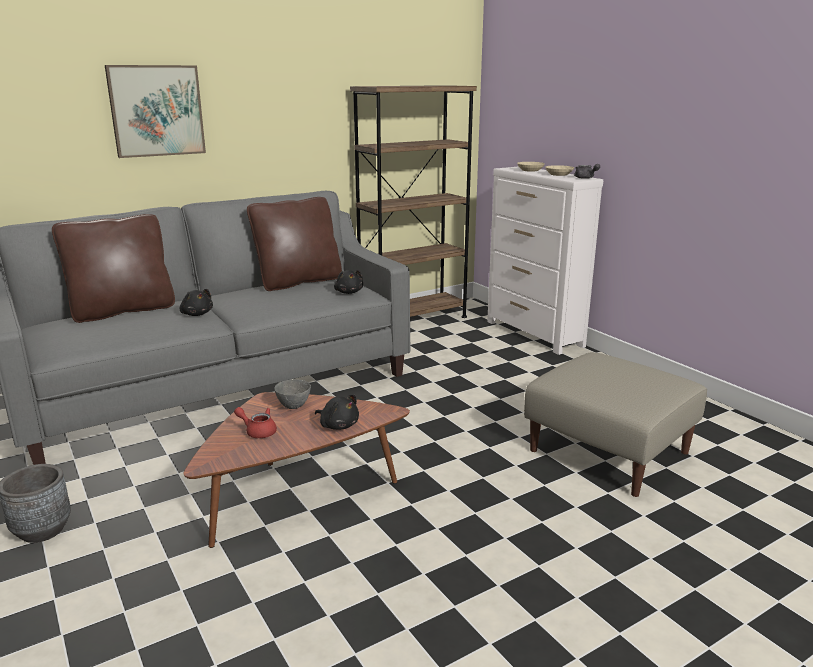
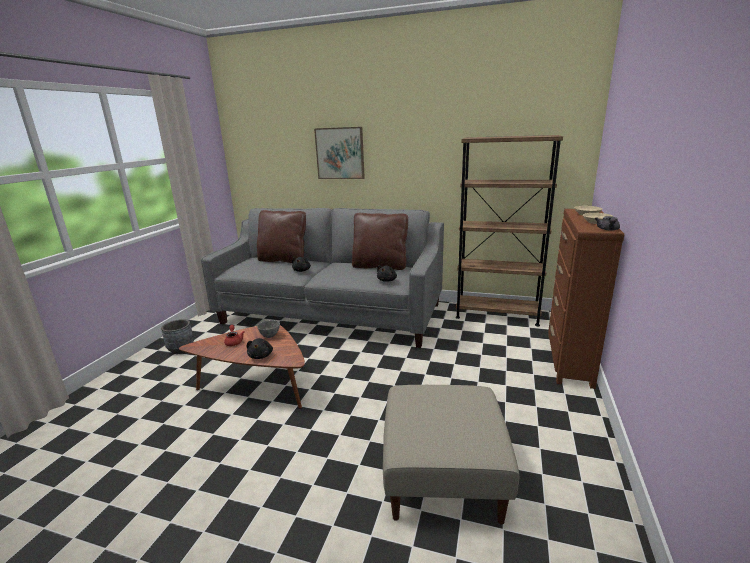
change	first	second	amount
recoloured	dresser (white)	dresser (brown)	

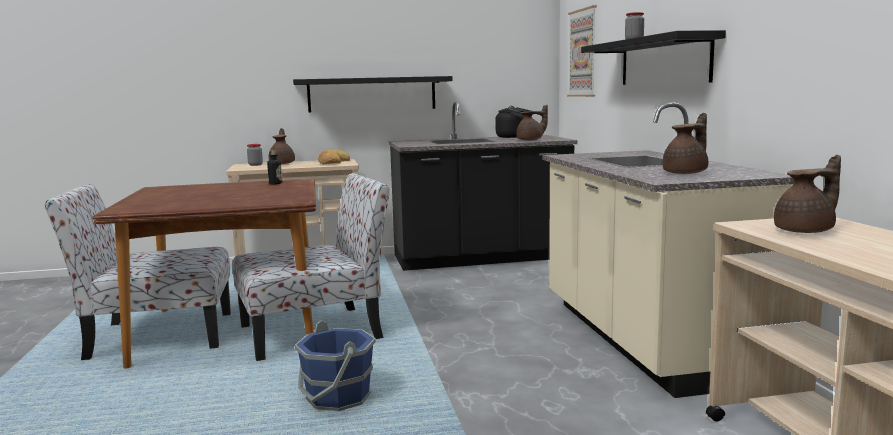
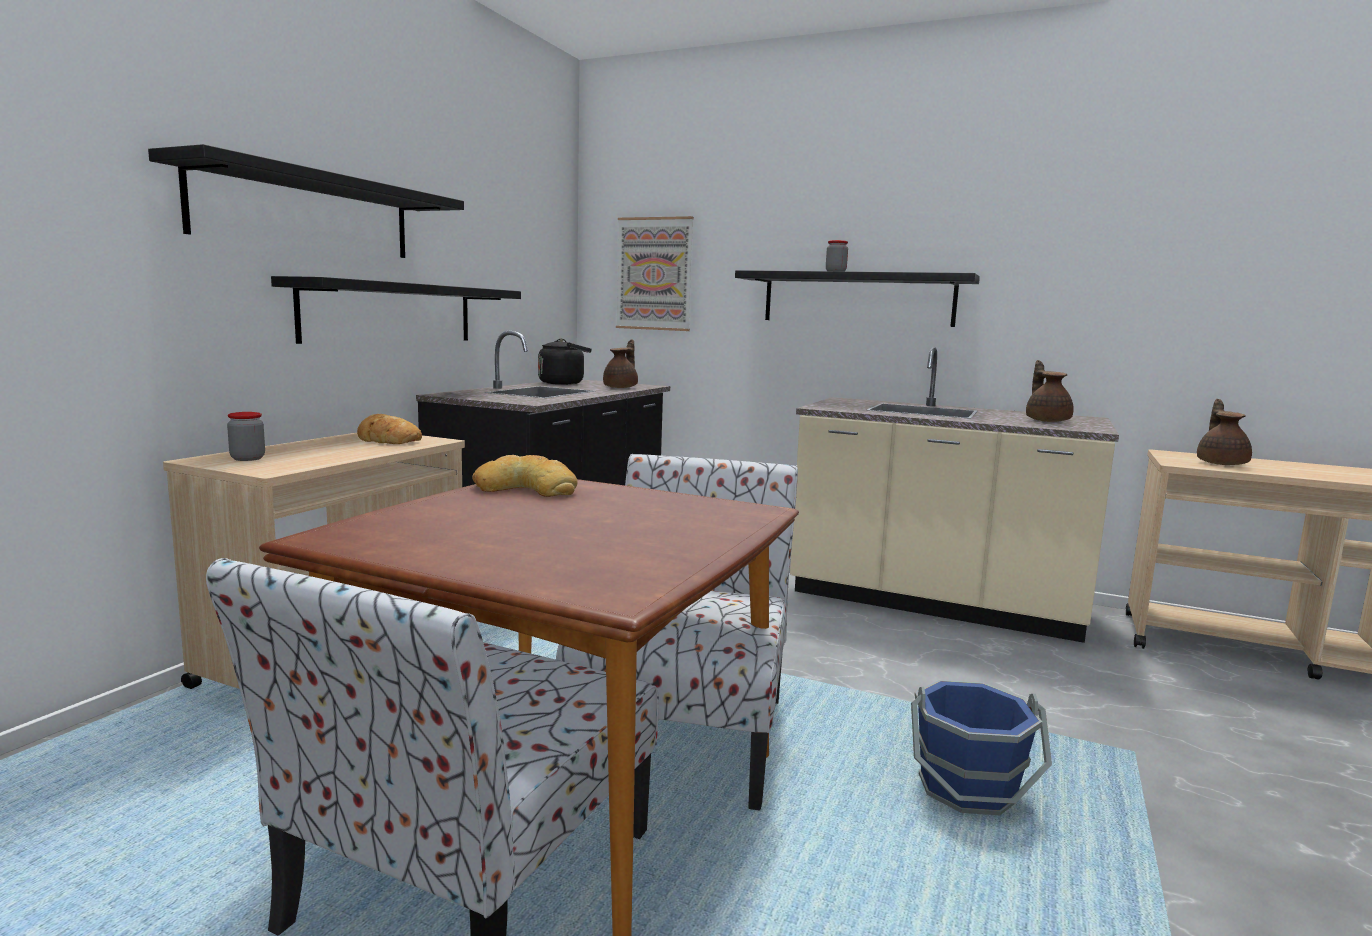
change	first	second	amount
added		shelf (black) (1st from left)	
replaced	bottle	bread (2nd from left)	
removed	teapot (brown) (1st from left)		

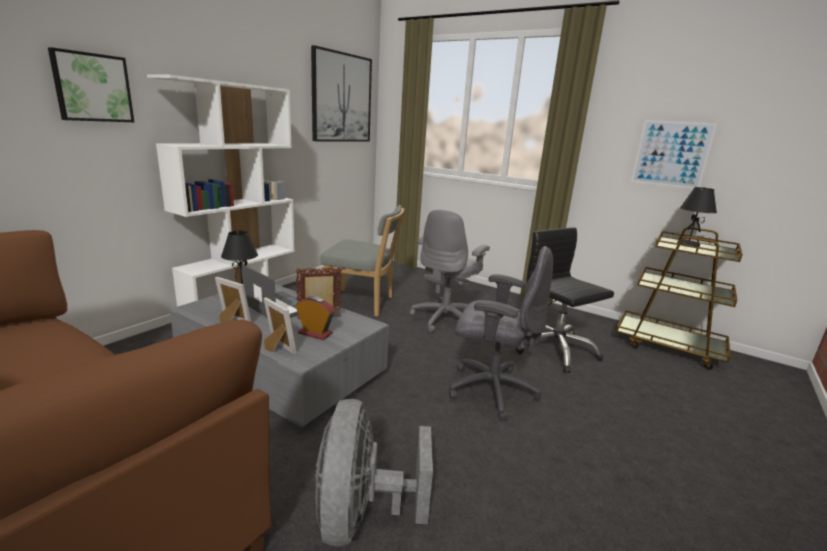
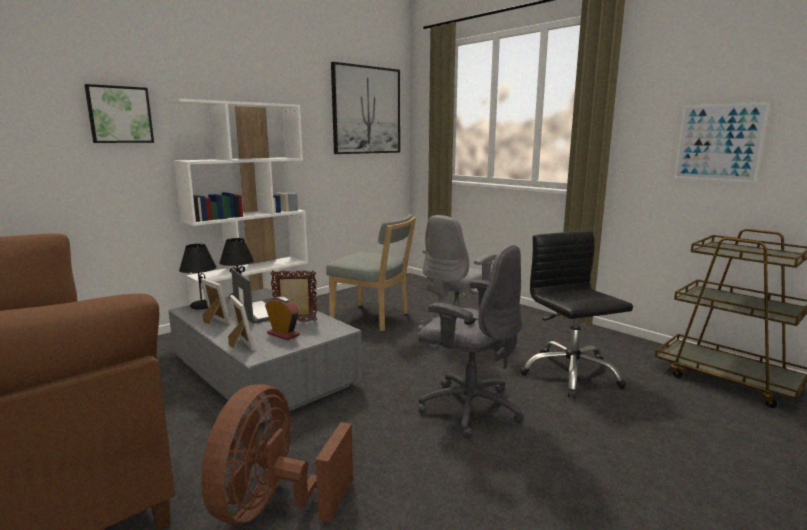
change	first	second	amount
moved	table lamp (black) (2nd from left in the first image)	table lamp (black) (1st from left)	
recoloured	fan (grey)	fan (brown)	

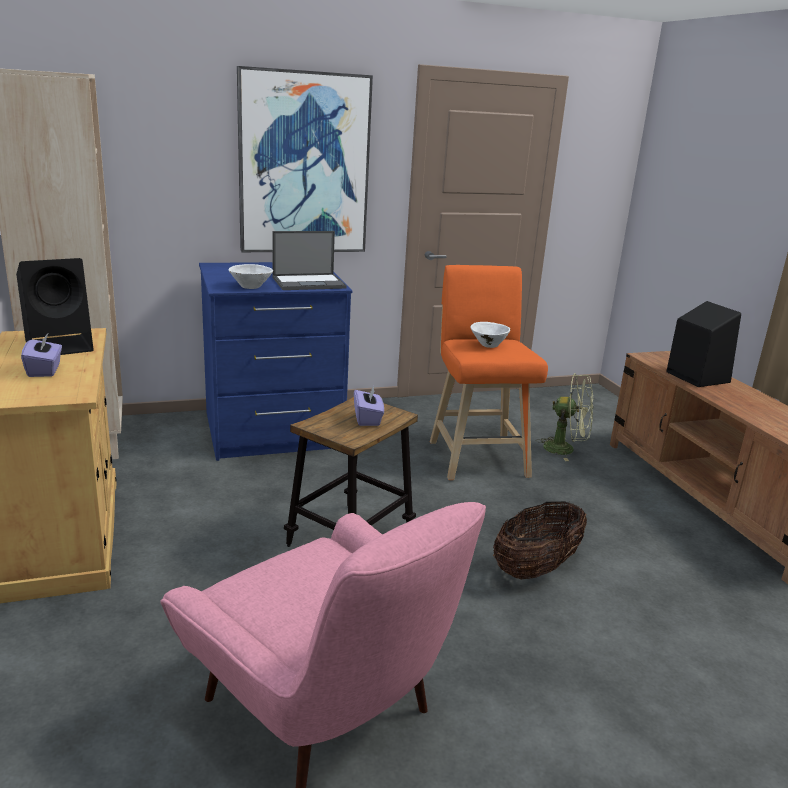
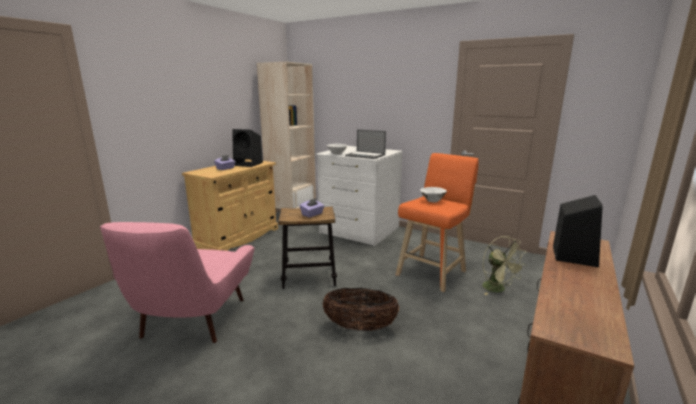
change	first	second	amount
recoloured	dresser (blue)	dresser (white)	
removed	picture		

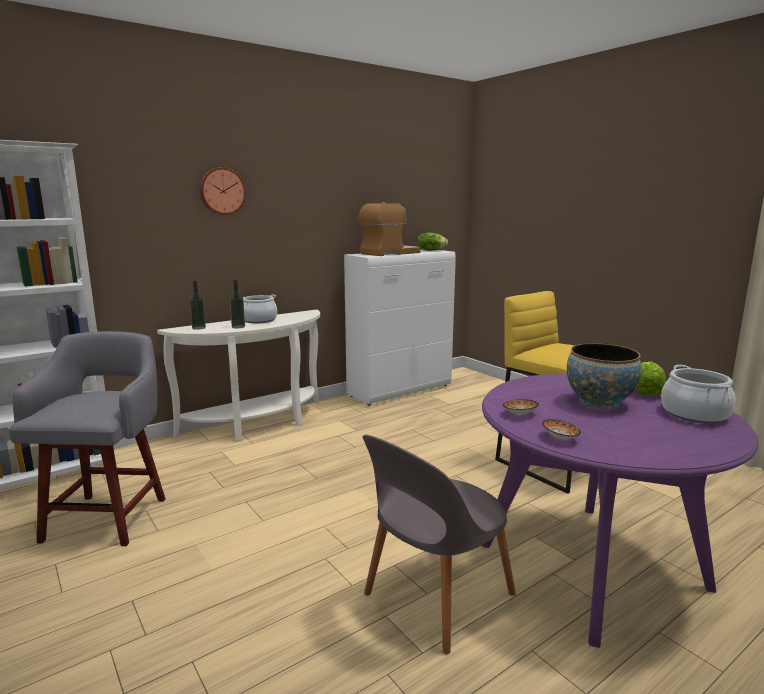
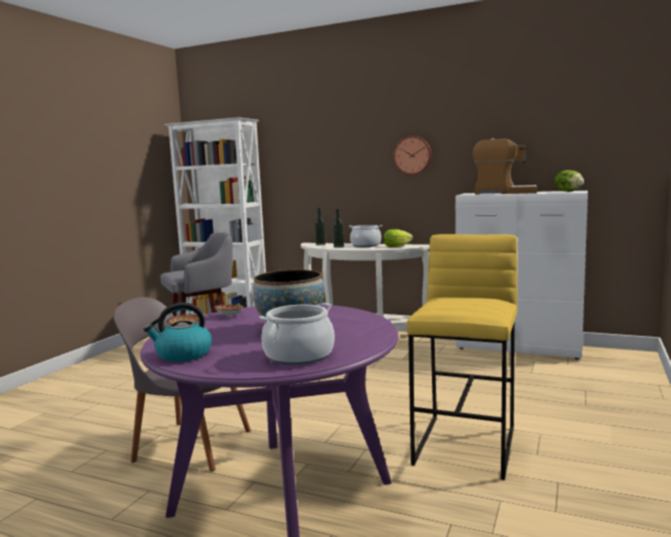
change	first	second	amount
added		kettle	
moved	lettuce (2nd from left in the first image)	lettuce (1st from left)	
moved	wall clock		

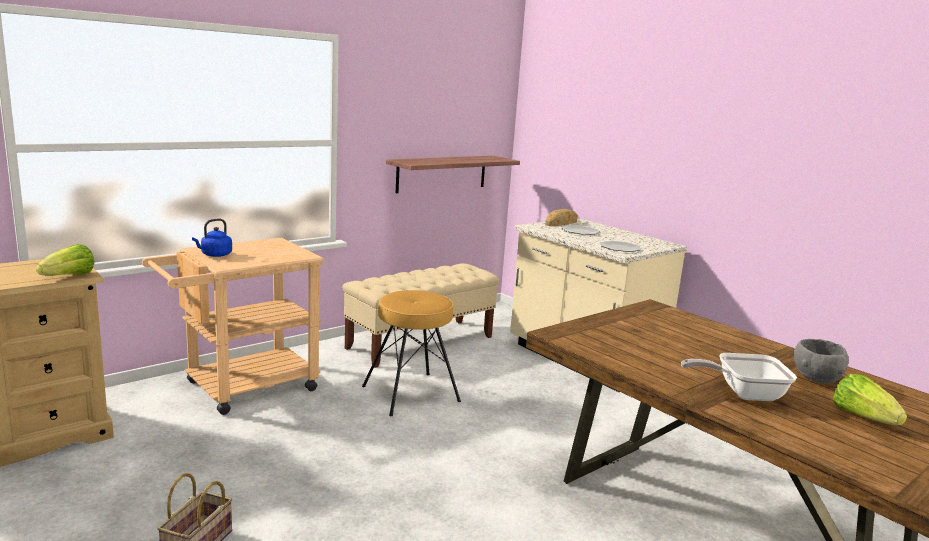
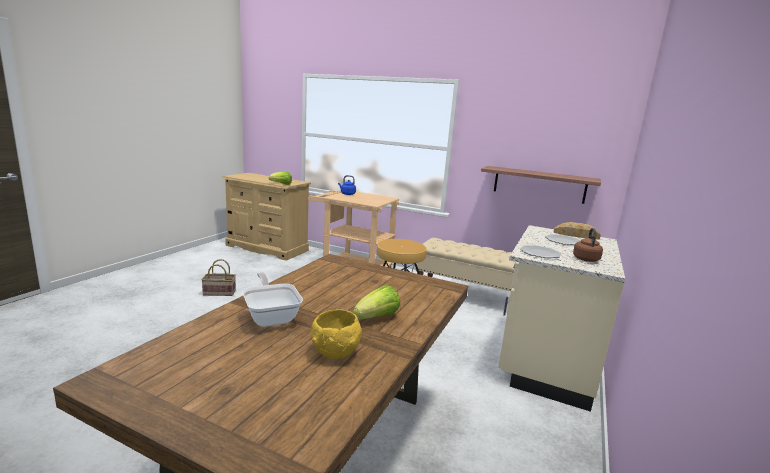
change	first	second	amount
recoloured	bowl (grey)	bowl (yellow)	
moved	lettuce (2nd from left)		
added		kettle (brown)	

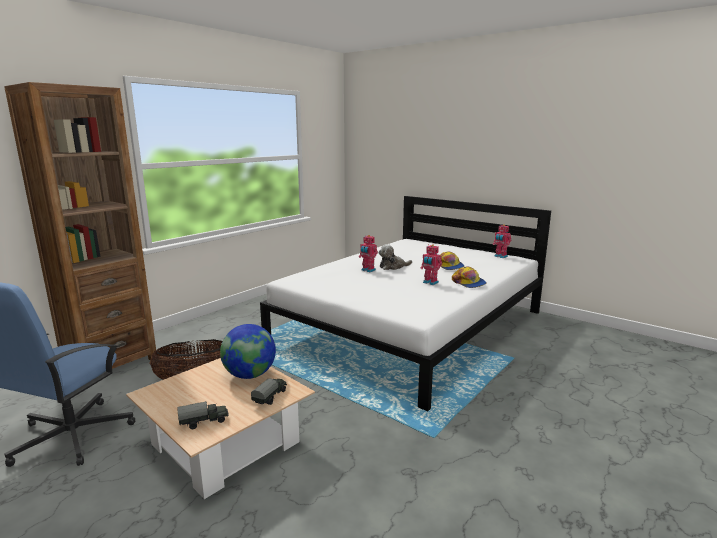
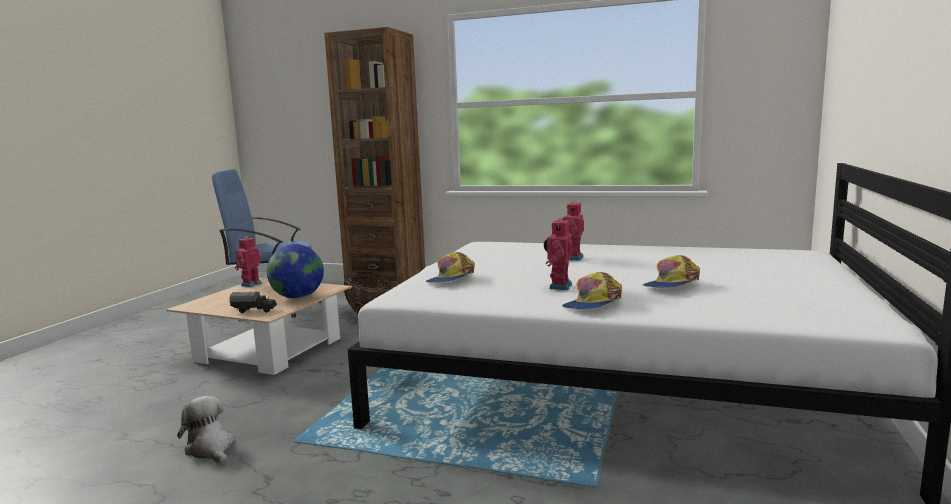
change	first	second	amount
moved	plush toy		
moved	toy robot (3rd from left in the first image)	toy robot (1st from left)	
added		cap (1st from left)	
removed	toy truck (1st from left)		

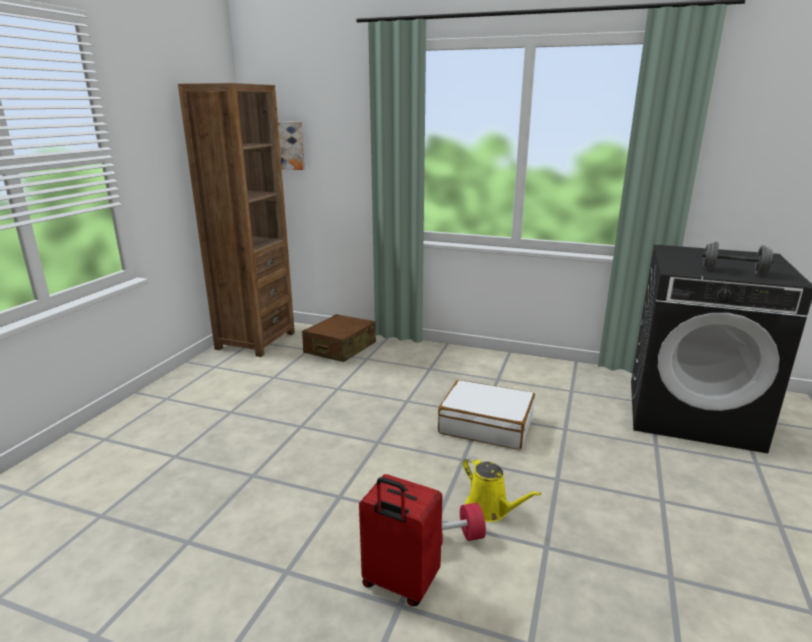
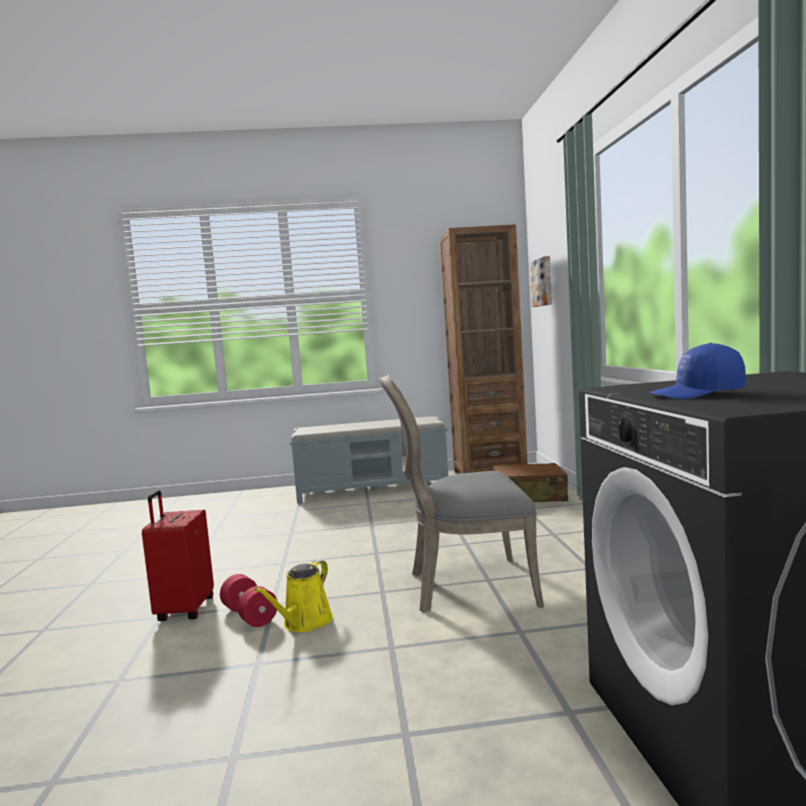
change	first	second	amount
added		bench (grey)	
replaced	suitcase (white)	chair (grey)	
replaced	dumbbell (grey)	cap (blue)	

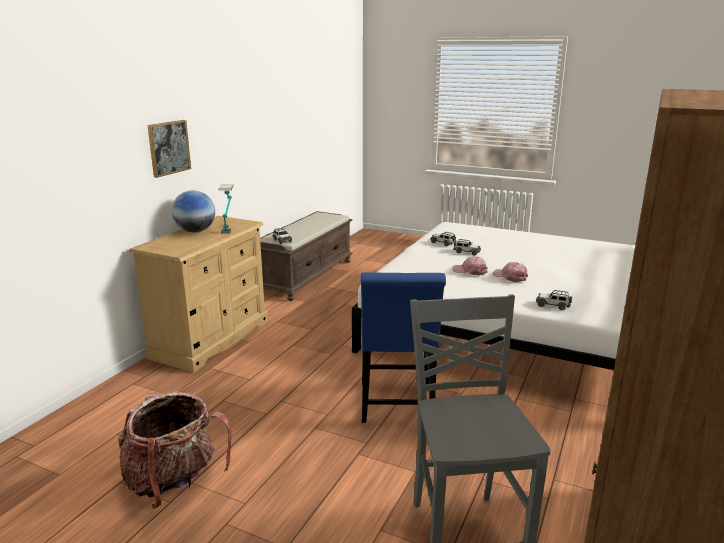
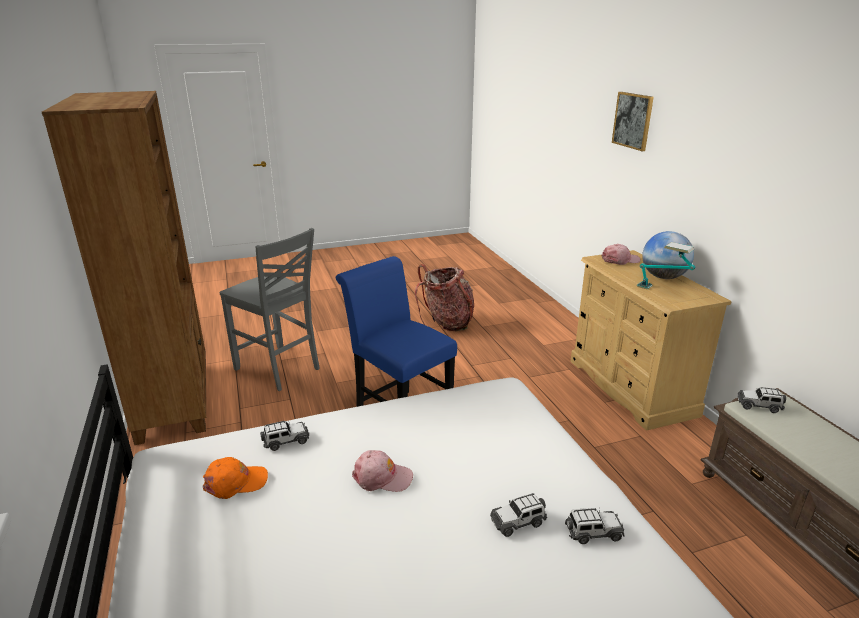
change	first	second	amount
added		cap (orange)	
moved	cap (pink) (1st from left in the first image)	cap (pink) (2nd from left)	
moved	picture		

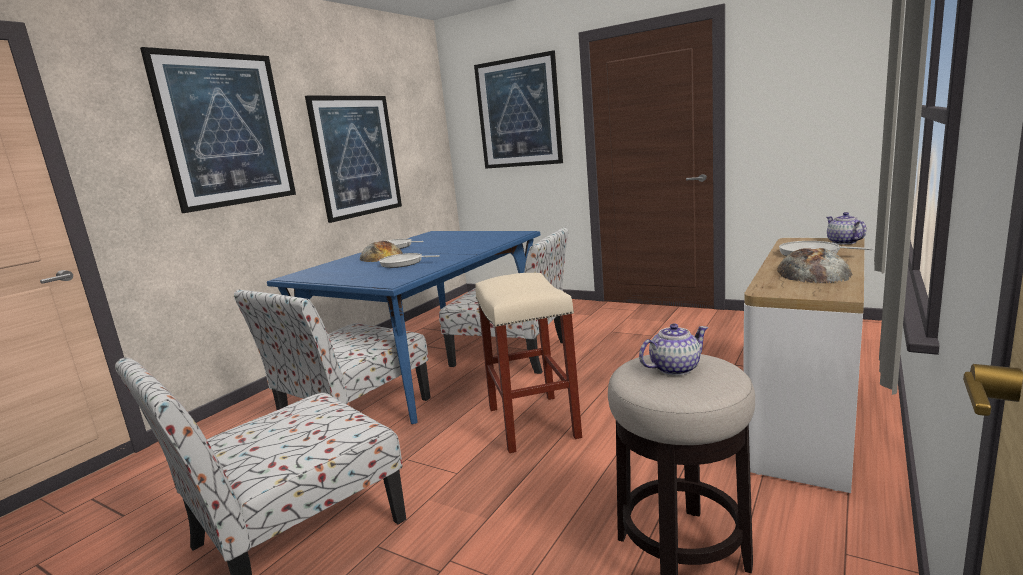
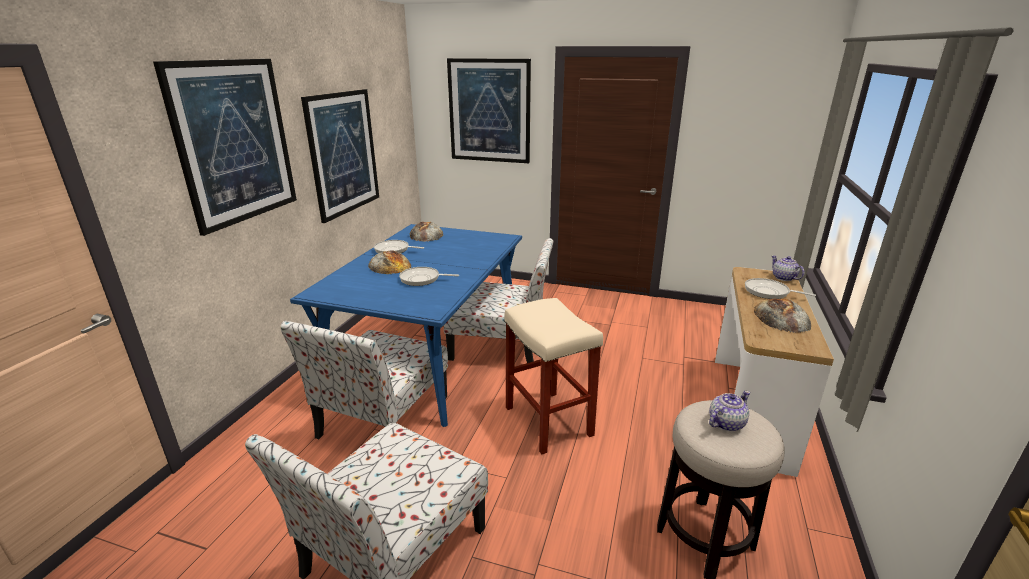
change	first	second	amount
added		bread (2nd from left)	

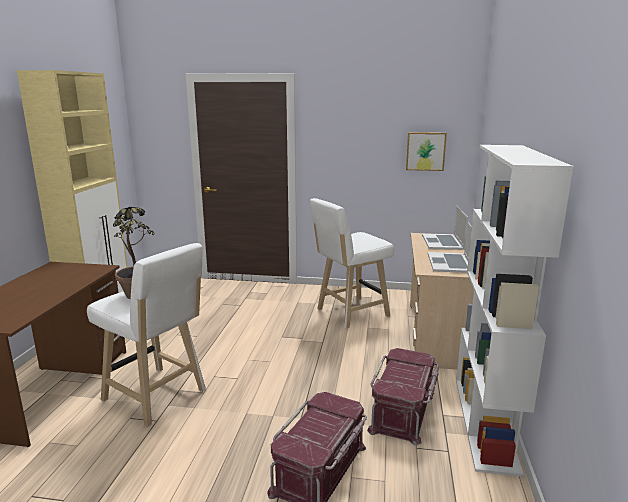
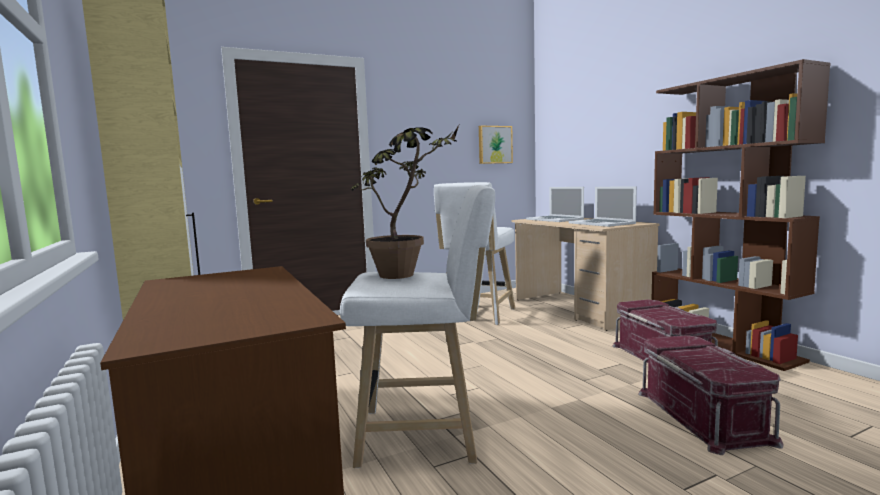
change	first	second	amount
recoloured	bookcase (white)	bookcase (brown)	

